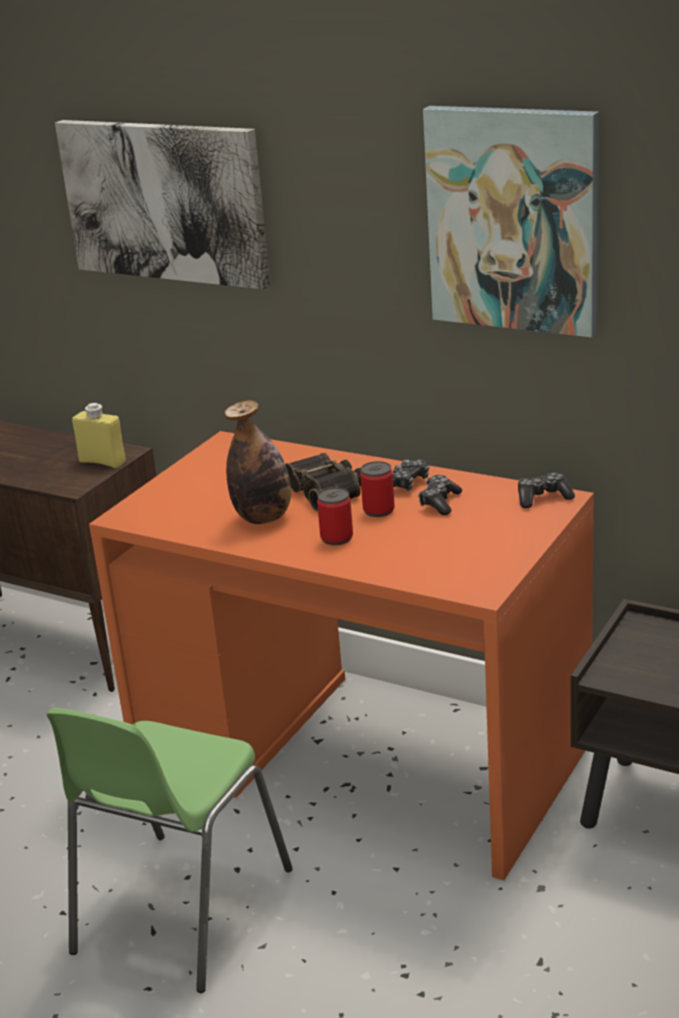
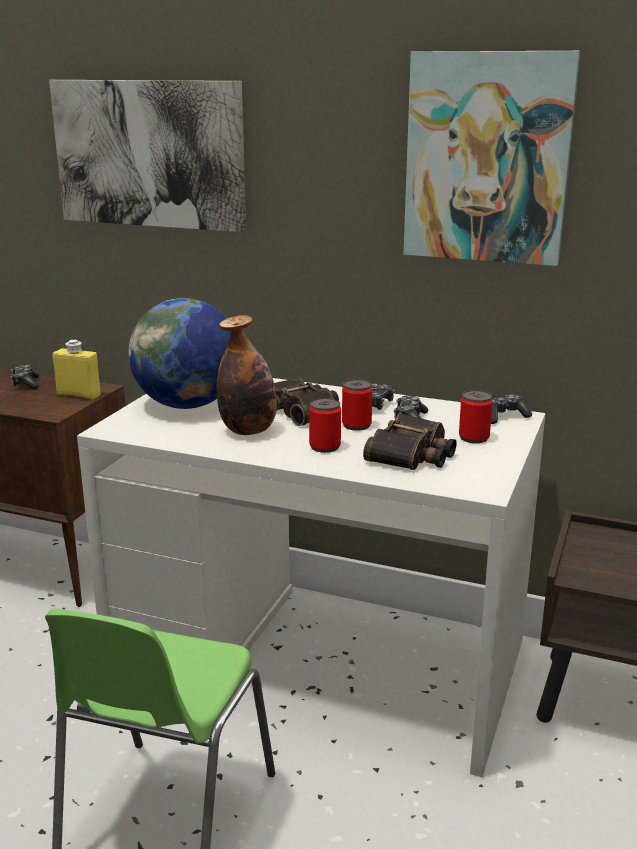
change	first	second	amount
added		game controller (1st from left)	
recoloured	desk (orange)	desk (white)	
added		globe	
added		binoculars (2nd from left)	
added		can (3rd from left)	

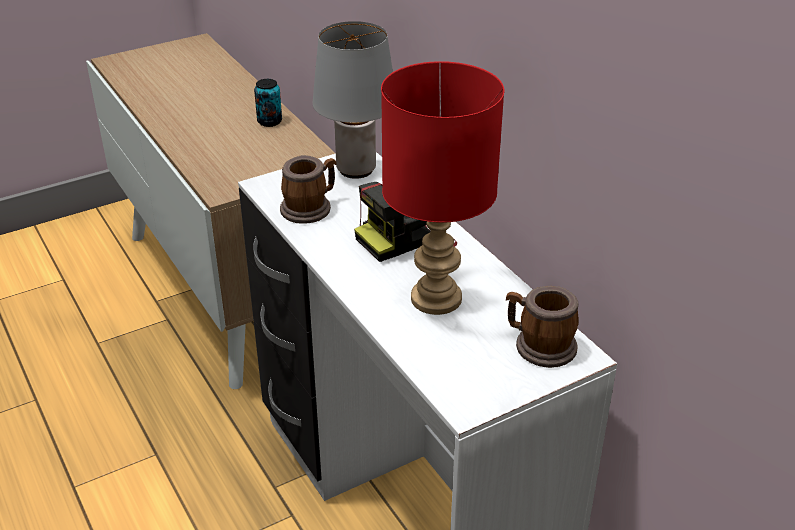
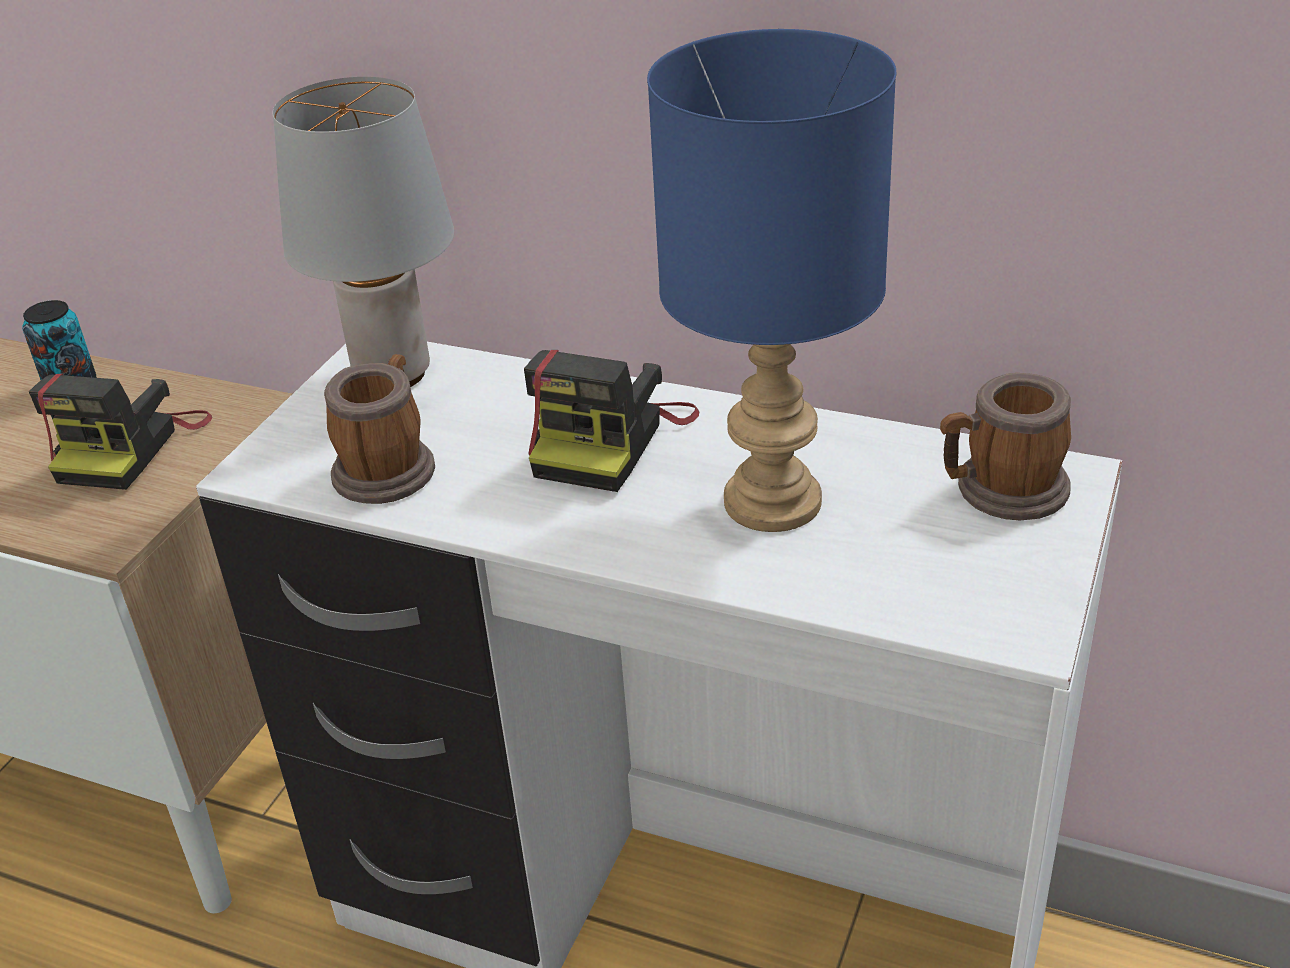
change	first	second	amount
added		photo camera (1st from left)	
recoloured	table lamp (red)	table lamp (blue)	

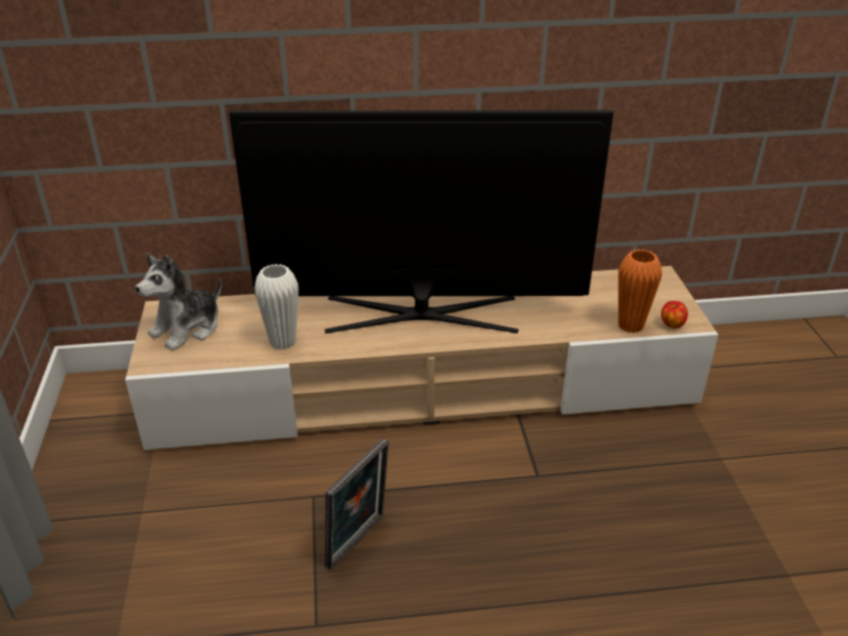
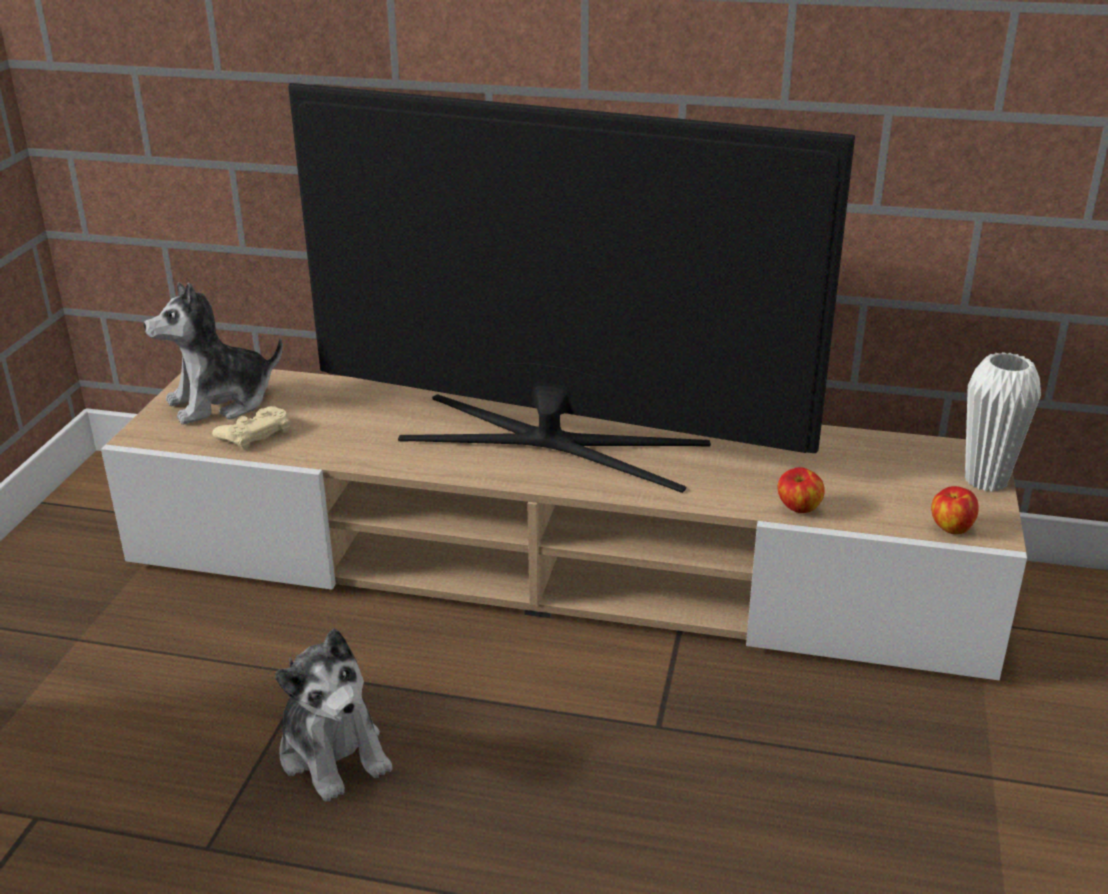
change	first	second	amount
added		game controller (beige)	
replaced	picture frame	plush toy (2nd from left)	
added		apple (1st from left)	
moved	vase (white)		
removed	vase (orange)		

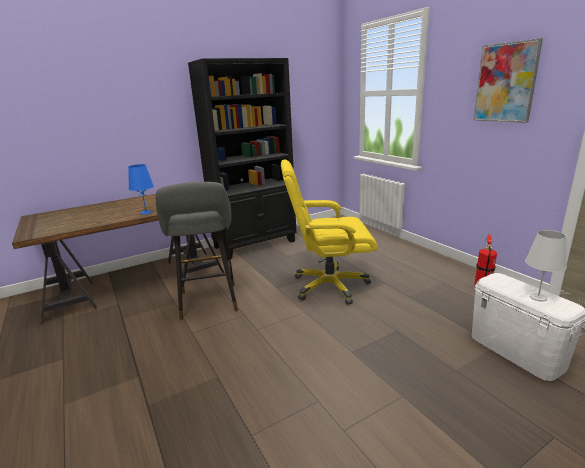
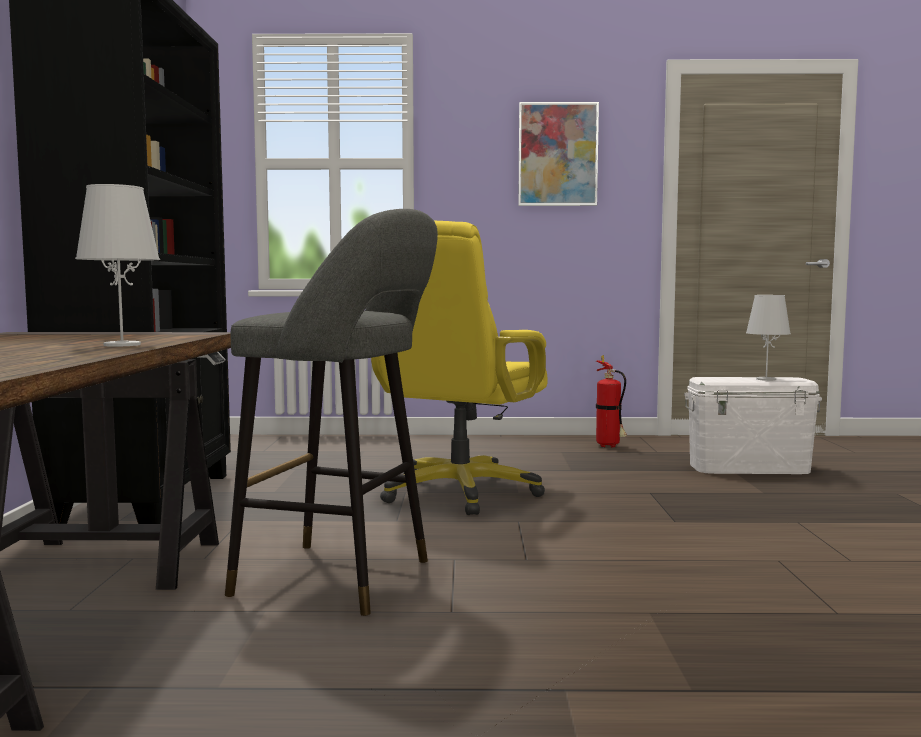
change	first	second	amount
recoloured	table lamp (blue)	table lamp (white) (1st from left)	

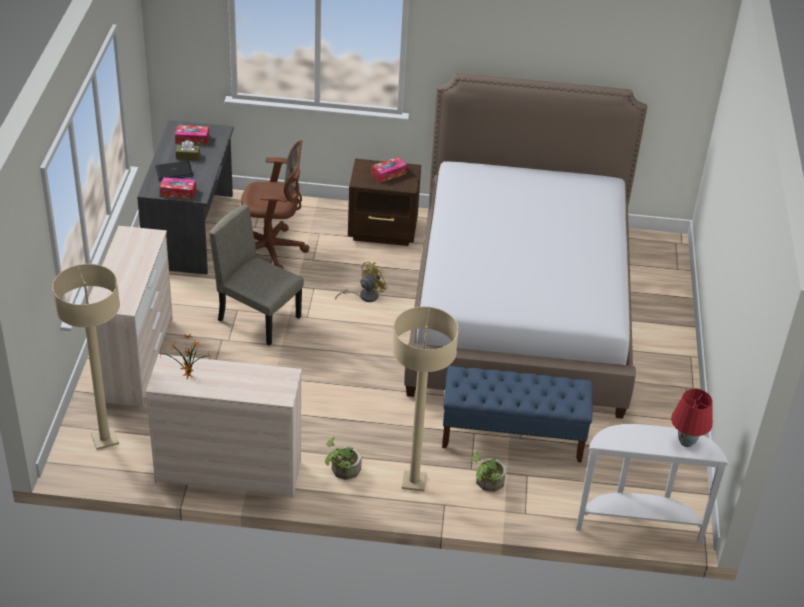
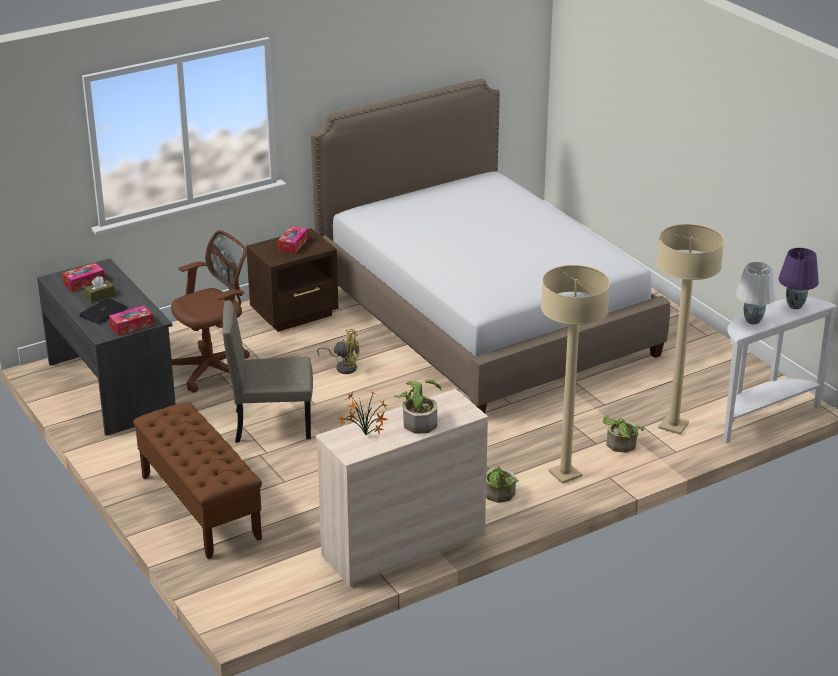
change	first	second	amount
replaced	dresser (beige) (1st from left)	bench (brown)	
turned	fan (yellow)		90 degrees clockwise
added		potted plant (2nd from left)	
moved	floor lamp (beige) (1st from left in the first image)	floor lamp (beige) (2nd from left)	
added		table lamp (white)	
recoloured	table lamp (red)	table lamp (purple)	
removed	bench (blue)		

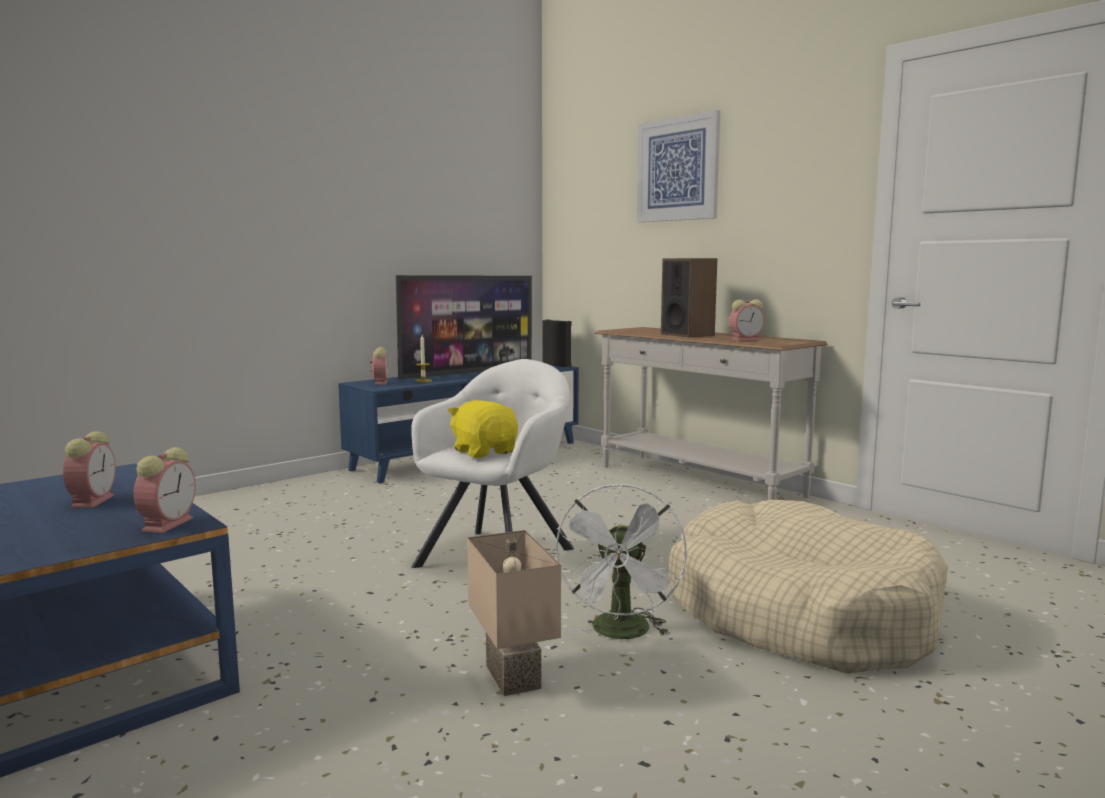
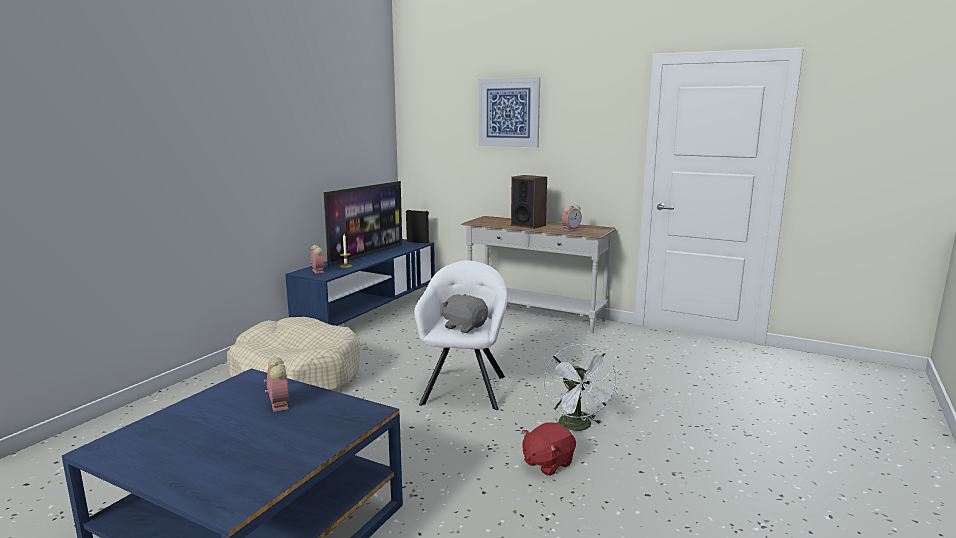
change	first	second	amount
moved	dog bed (beige)		
recoloured	plush toy (yellow)	plush toy (grey)	
replaced	table lamp (beige)	plush toy (red)	
removed	alarm clock (2nd from left)		

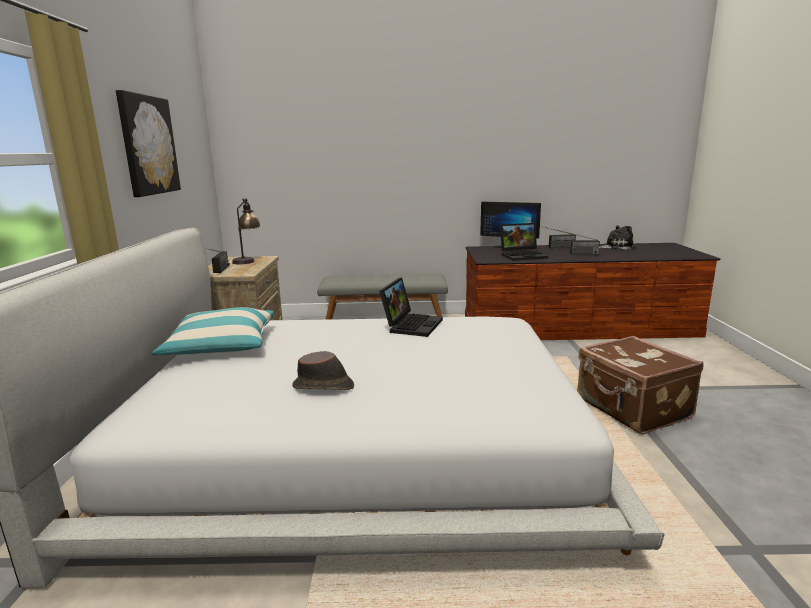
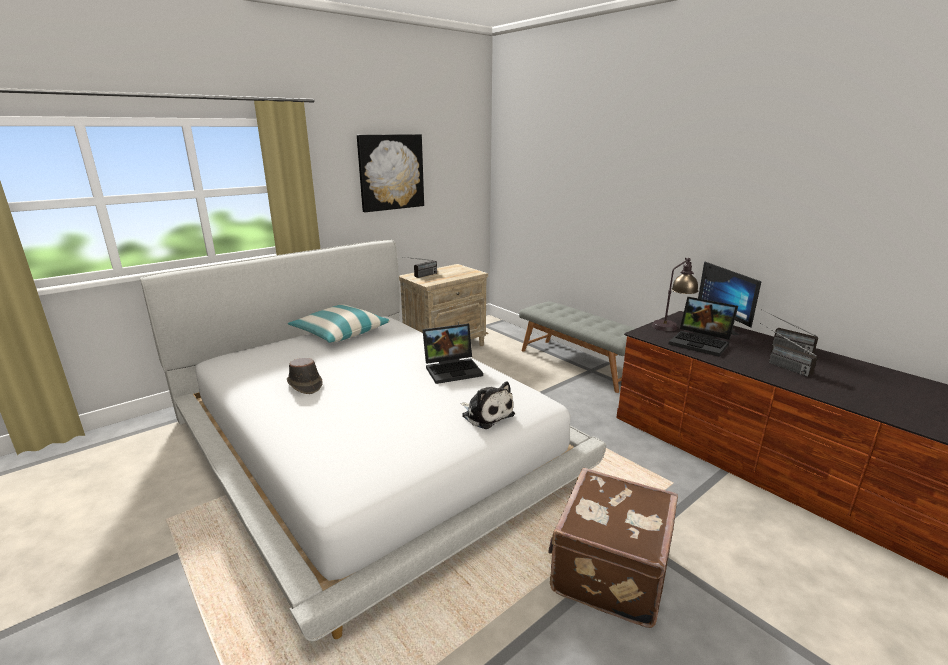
change	first	second	amount
moved	plush toy		
moved	table lamp		

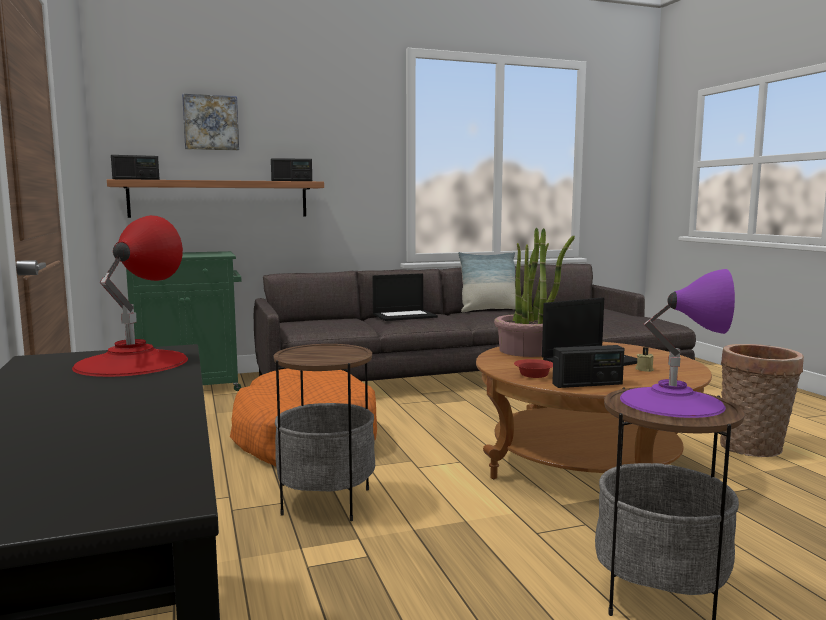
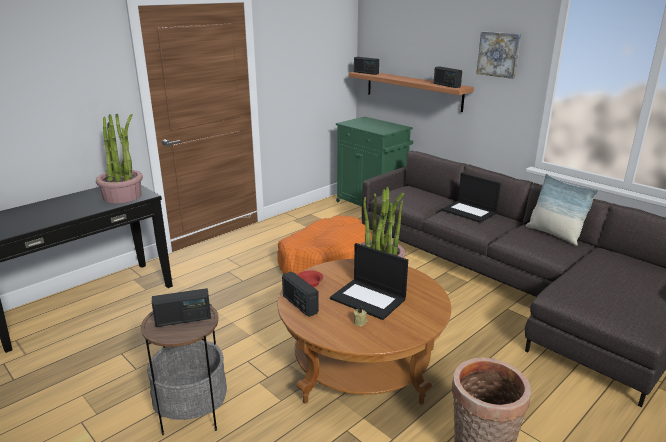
change	first	second	amount
replaced	table lamp (red)	potted plant (1st from left)	
replaced	table lamp (purple)	radio (1st from left)	
moved	picture		
removed	side table (1st from left)		

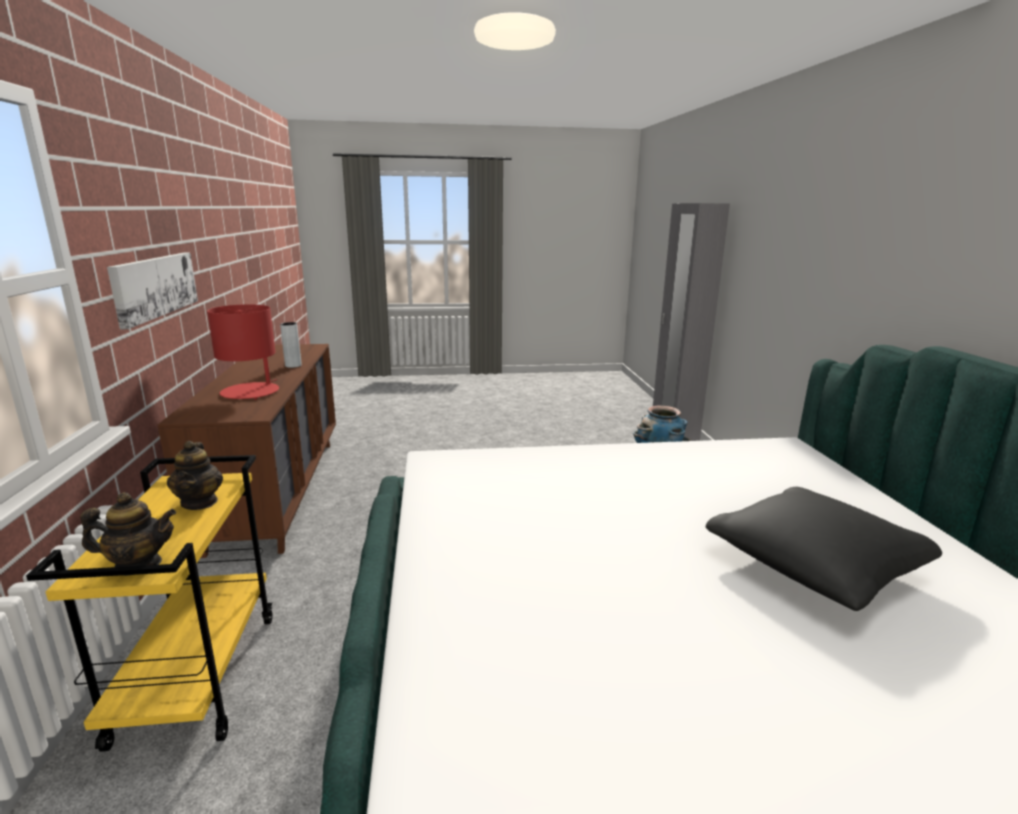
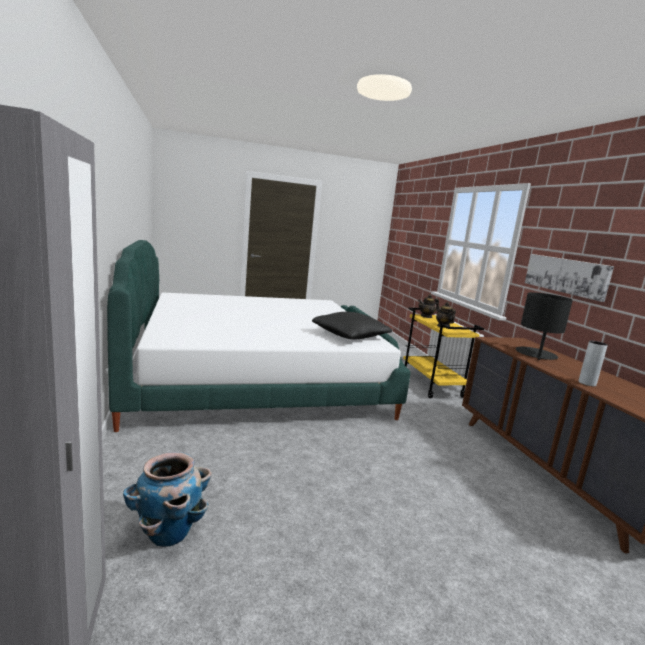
change	first	second	amount
moved	pillow (black)		
recoloured	table lamp (red)	table lamp (black)	

